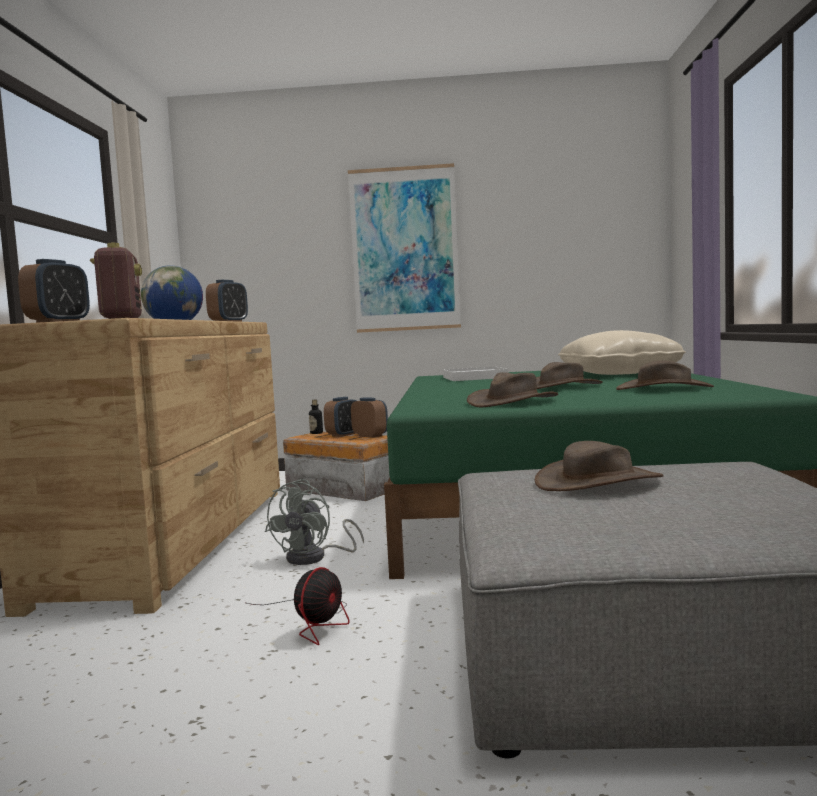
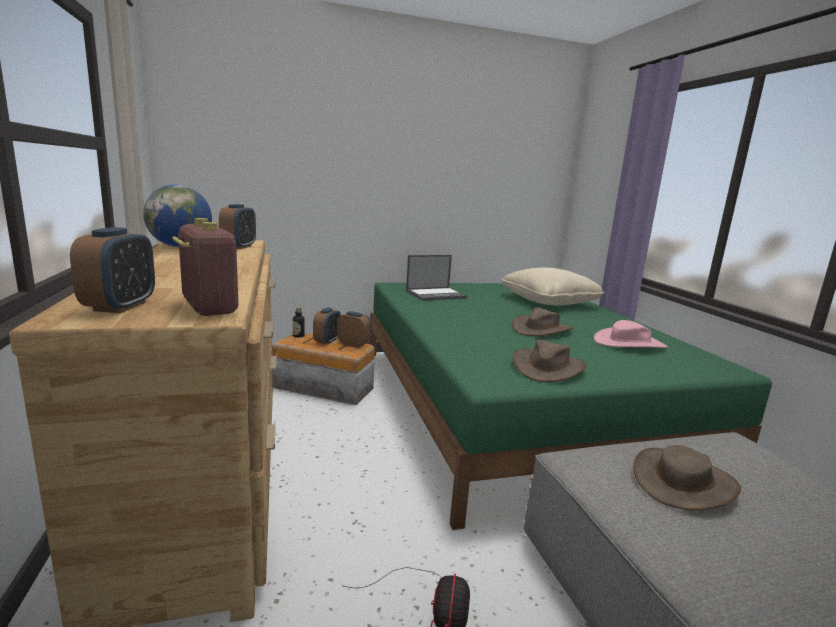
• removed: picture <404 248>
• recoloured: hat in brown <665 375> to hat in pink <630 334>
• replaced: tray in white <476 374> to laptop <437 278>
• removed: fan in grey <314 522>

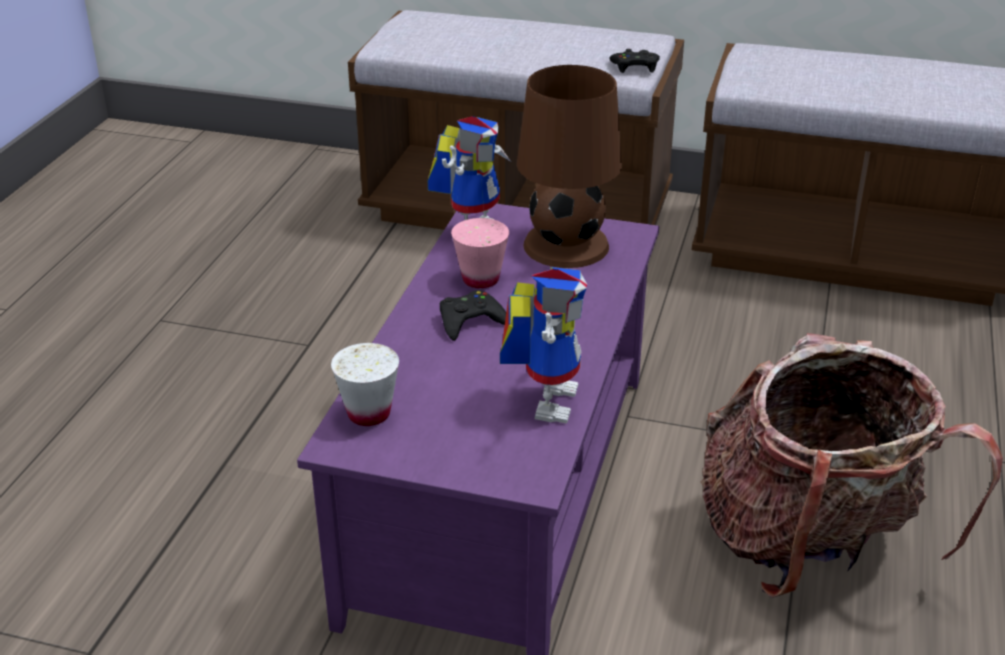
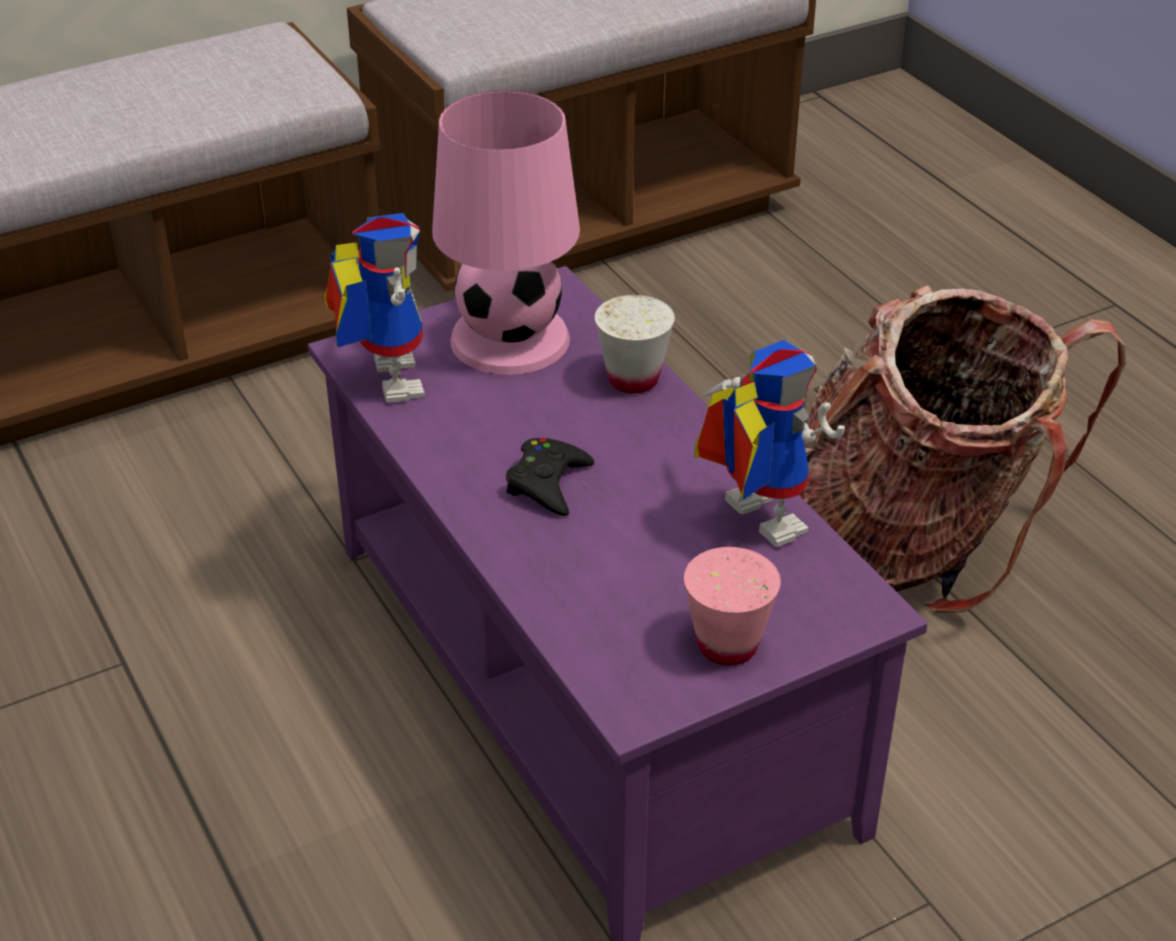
• removed: game controller in black <634 61>
• recoloured: table lamp in brown <569 166> to table lamp in pink <506 232>
• moved: cup in pink <480 253> to <732 606>
• moved: cup in white <365 384> to <635 344>

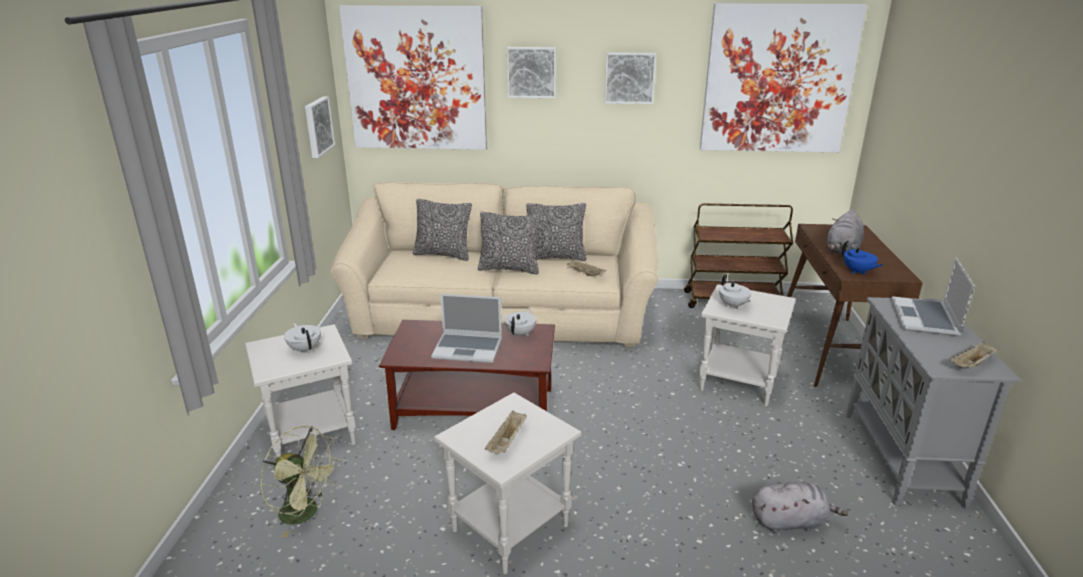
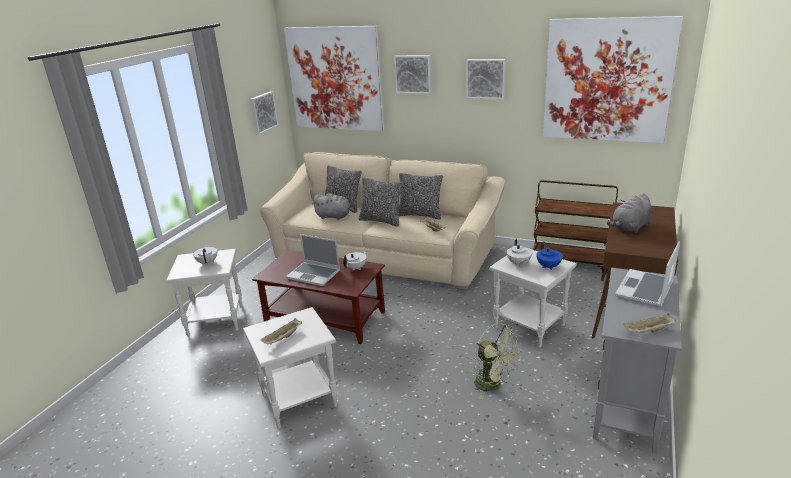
• moved: teapot in blue <862 258> to <549 255>
• moved: fan in green <300 482> to <498 361>
• moved: plush toy in grey <800 507> to <333 206>

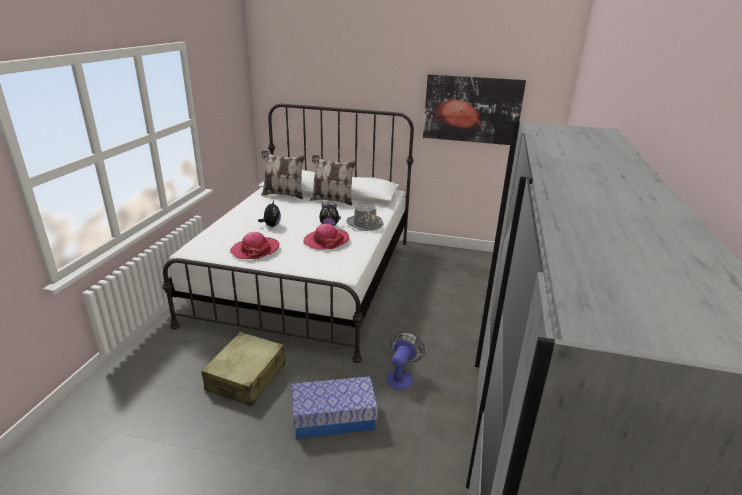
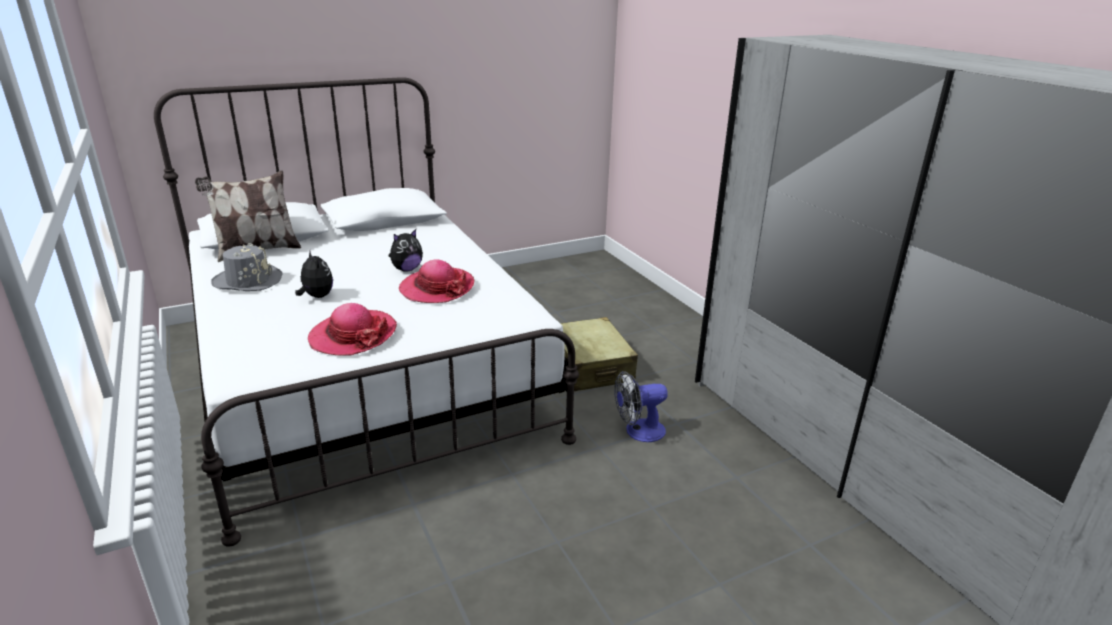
• removed: picture <474 109>
• removed: pillow <333 180>
• moved: hat in grey <365 217> to <247 267>
• turned: fan <406 360> = <641 406> 90 degrees counterclockwise
• moved: suitcase in beige <243 369> to <599 354>
• removed: storage box <335 407>

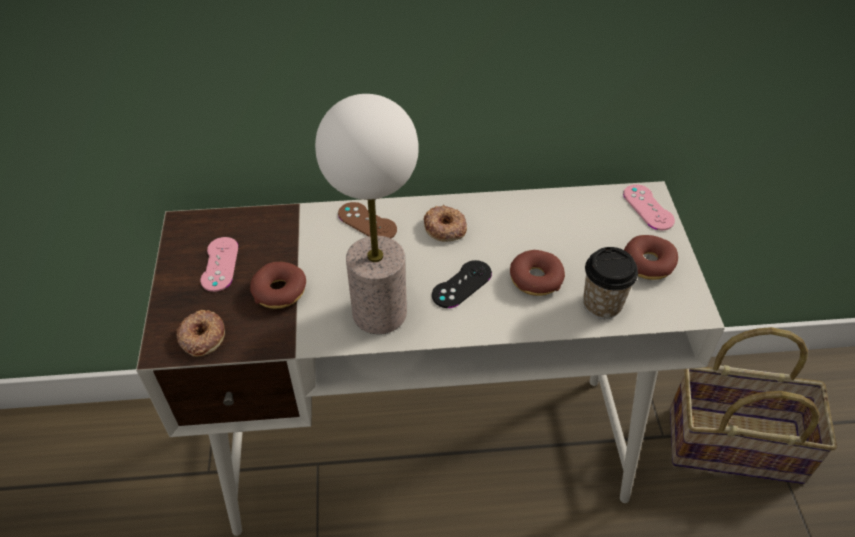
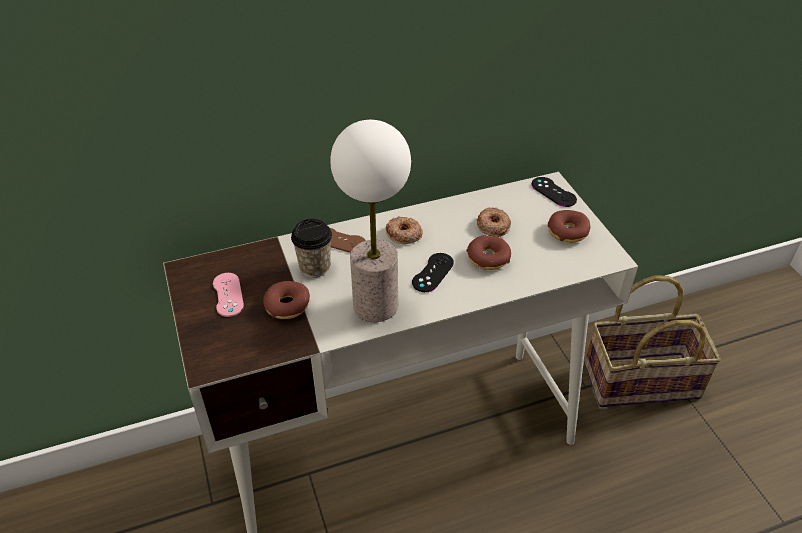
• recoloured: game controller in pink <649 207> to game controller in black <554 192>
• moved: cup <610 283> to <311 248>
• moved: donut <201 333> to <494 222>

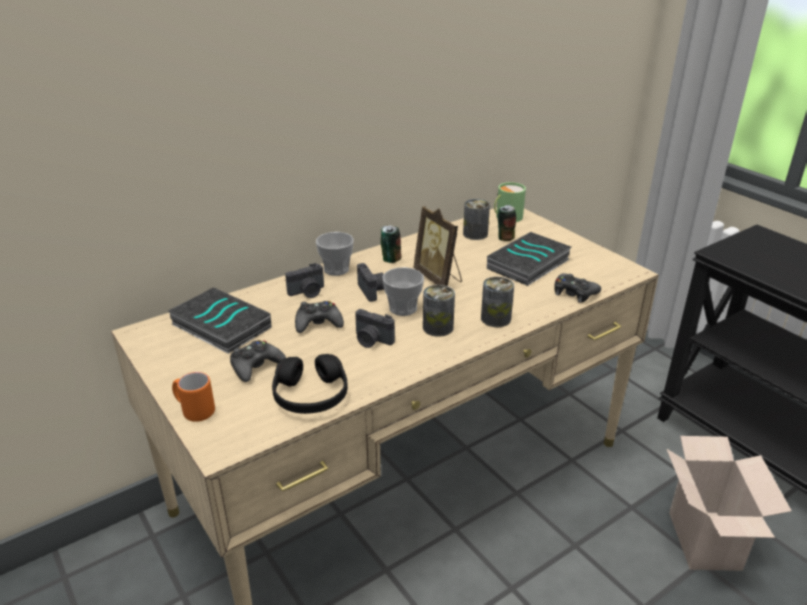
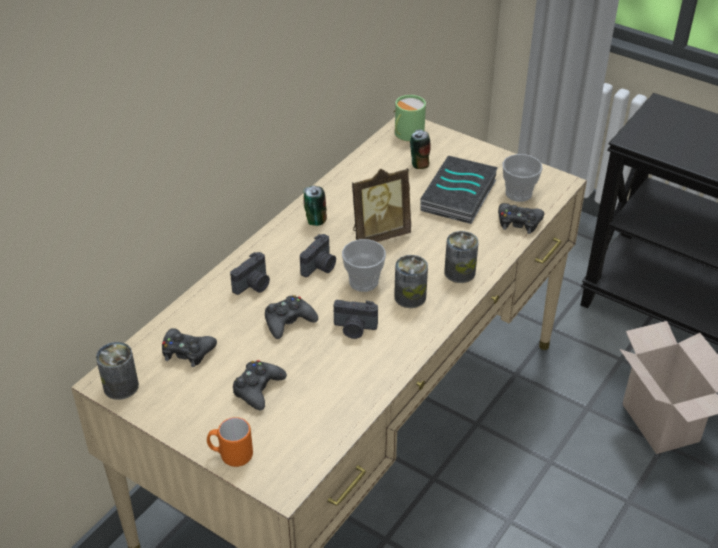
• moved: can <476 219> to <117 371>
• turned: picture frame <437 246> = <381 205> 60 degrees counterclockwise
• moved: cup <335 254> to <522 178>
• turned: photo camera <370 282> = <318 255> 75 degrees clockwise
• replaced: book <220 321> to game controller in black <189 347>
• removed: headphones in black <310 384>

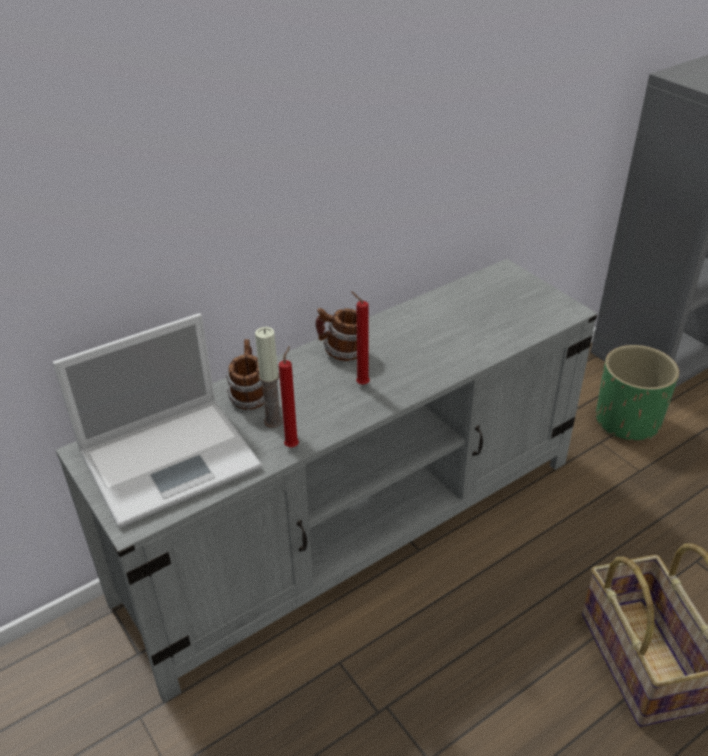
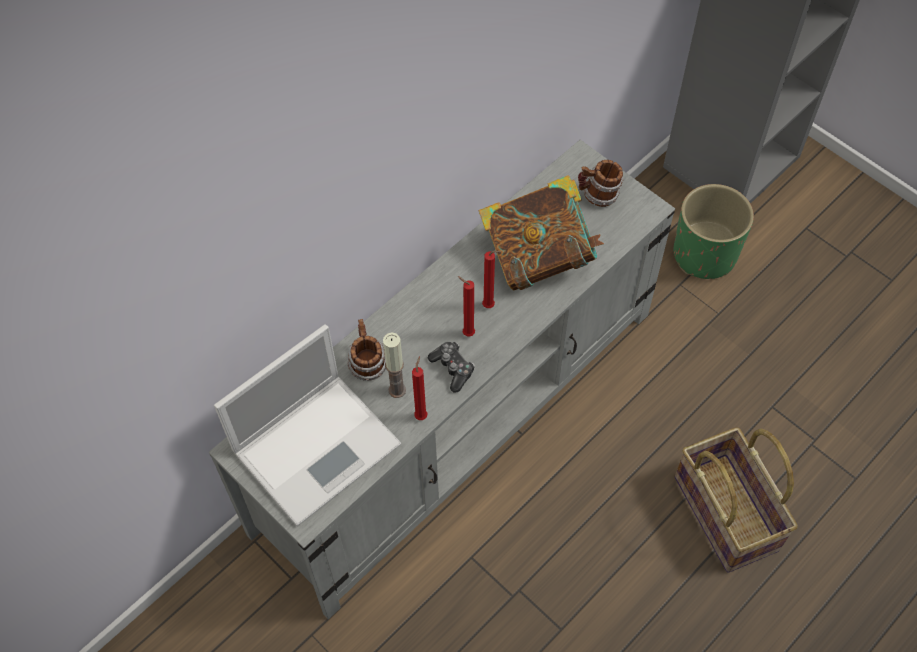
• moved: mug <336 334> to <601 183>
• added: book <541 233>
• added: candle in red <491 279>
• added: game controller <451 367>

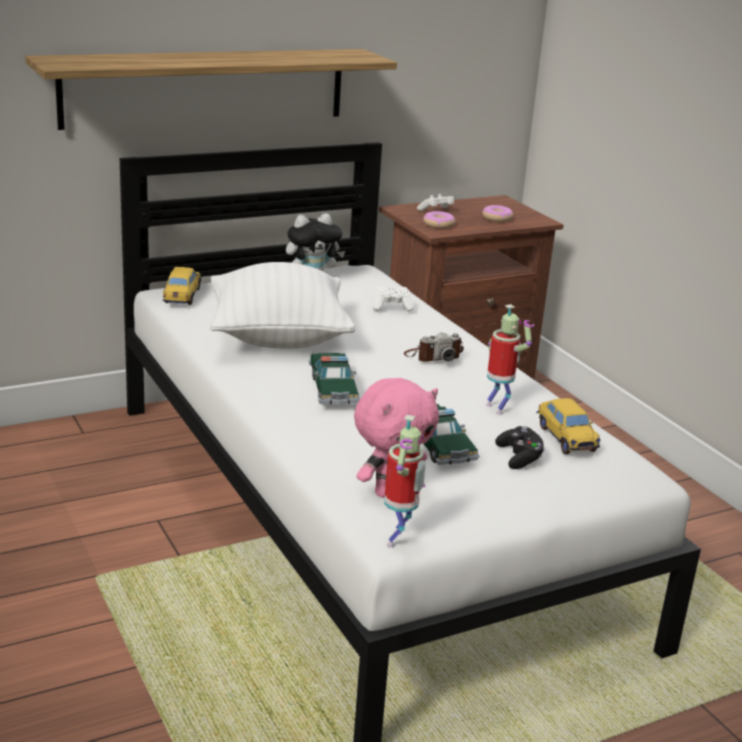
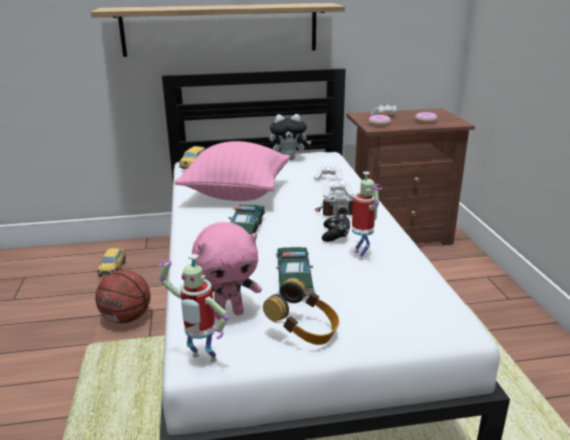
• recoloured: pillow in white <282 305> to pillow in pink <232 171>
• moved: toy car <568 426> to <111 262>
• turned: toy robot <405 481> = <194 308> 75 degrees clockwise
• moved: game controller in black <520 447> to <336 228>
• added: game controller in white <338 188>
• added: basketball <123 296>
• added: headphones <301 311>

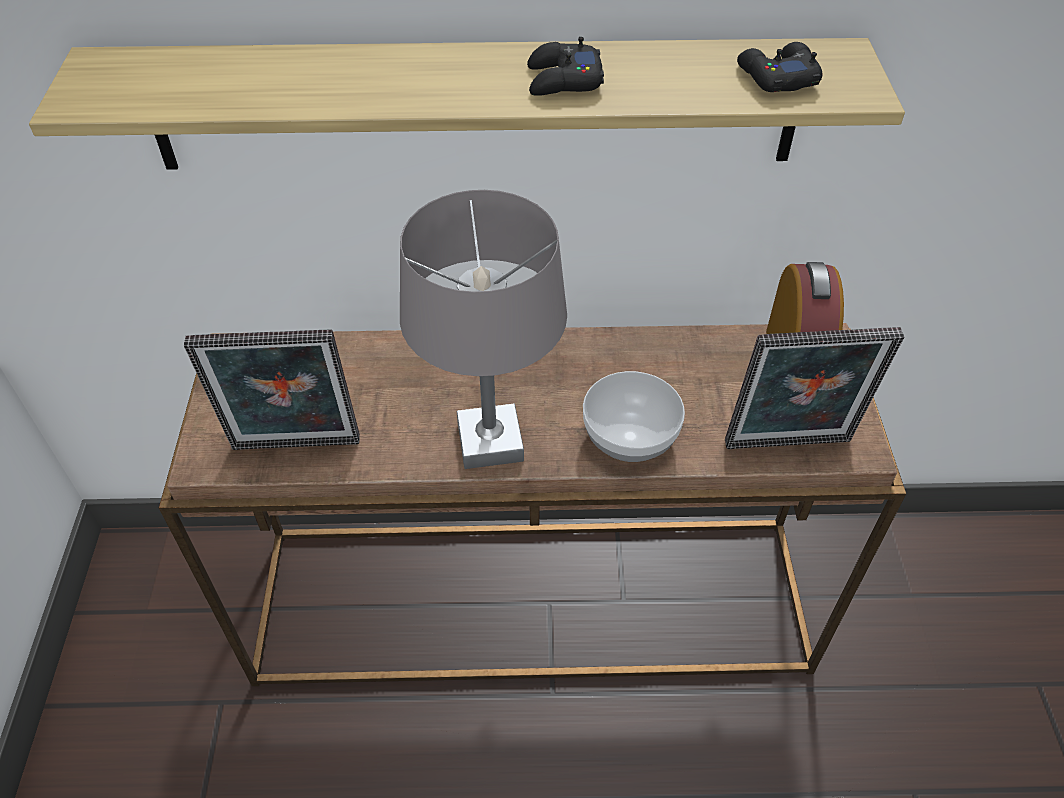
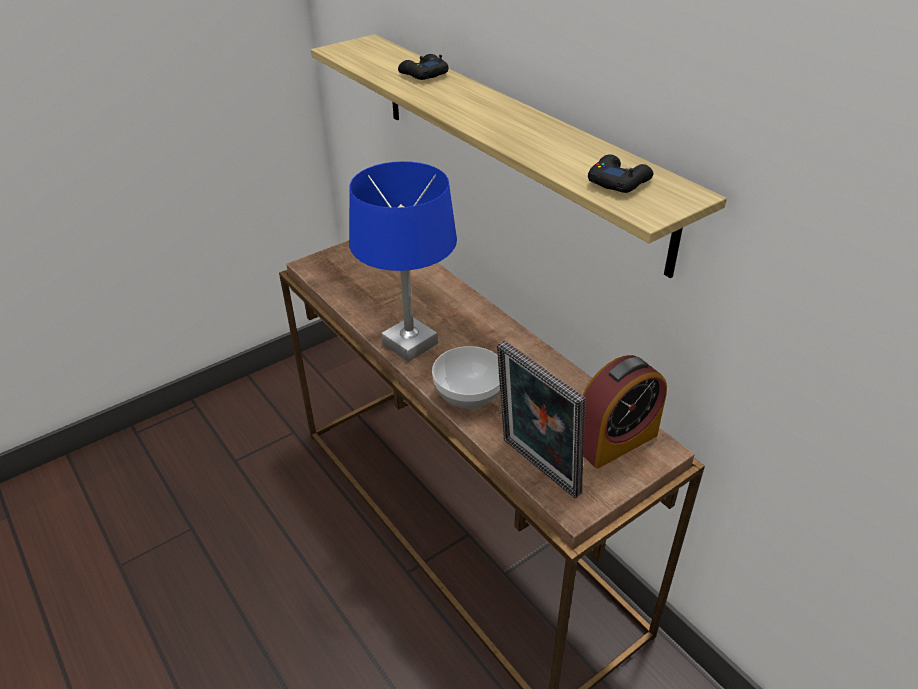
• moved: game controller in black <565 66> to <423 67>
• recoloured: table lamp in grey <483 329> to table lamp in blue <403 261>
• removed: picture frame <272 390>

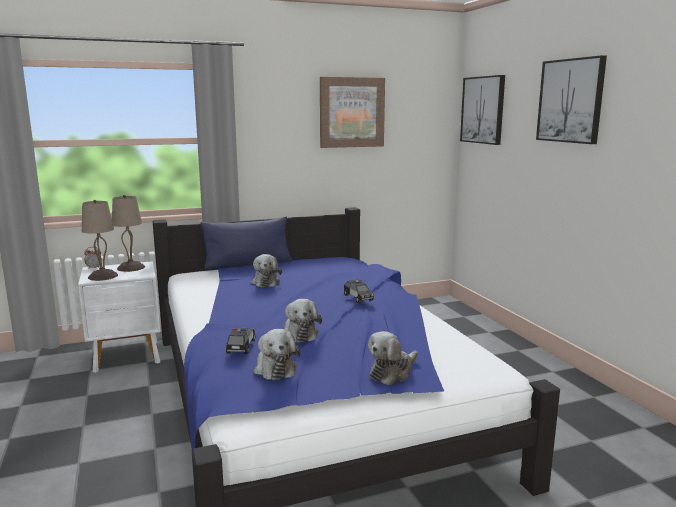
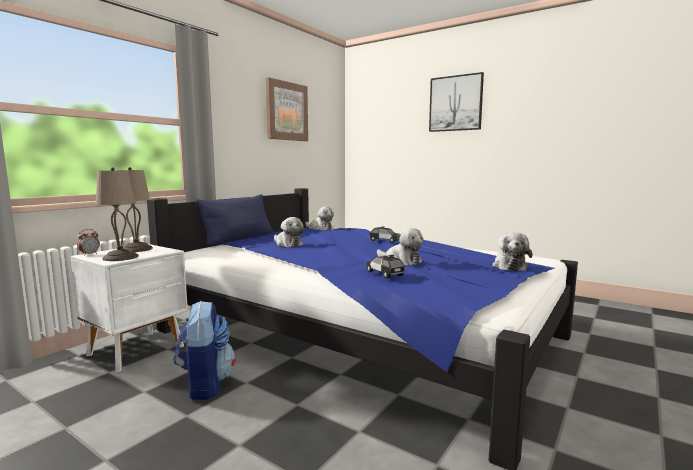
• removed: picture <482 110>
• moved: plush toy <277 354> to <319 218>
• added: backpack <205 350>

